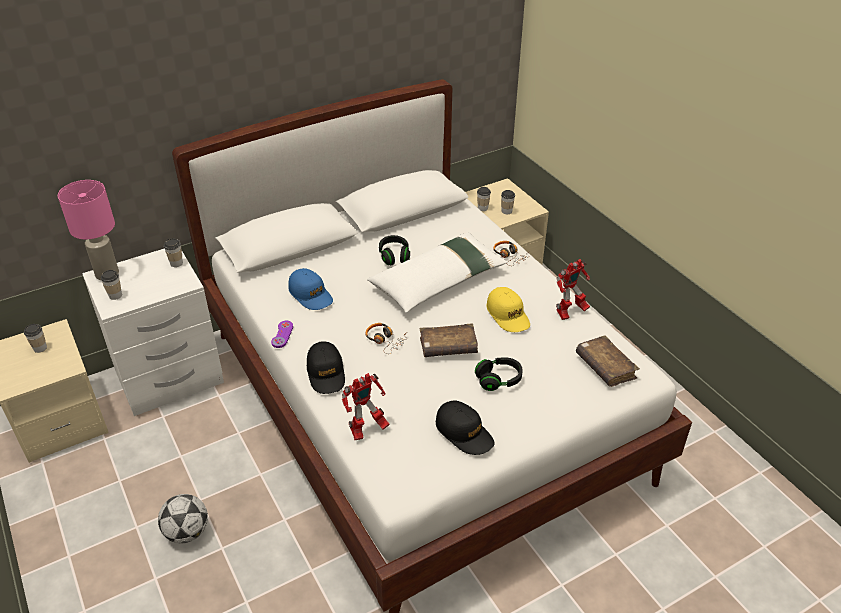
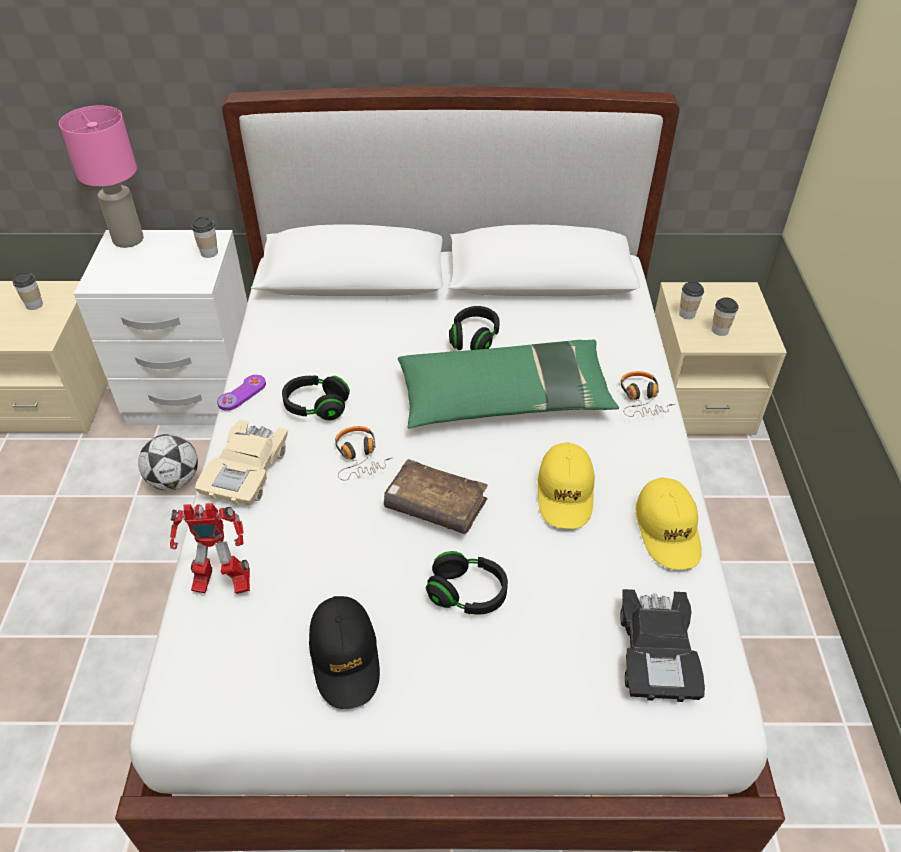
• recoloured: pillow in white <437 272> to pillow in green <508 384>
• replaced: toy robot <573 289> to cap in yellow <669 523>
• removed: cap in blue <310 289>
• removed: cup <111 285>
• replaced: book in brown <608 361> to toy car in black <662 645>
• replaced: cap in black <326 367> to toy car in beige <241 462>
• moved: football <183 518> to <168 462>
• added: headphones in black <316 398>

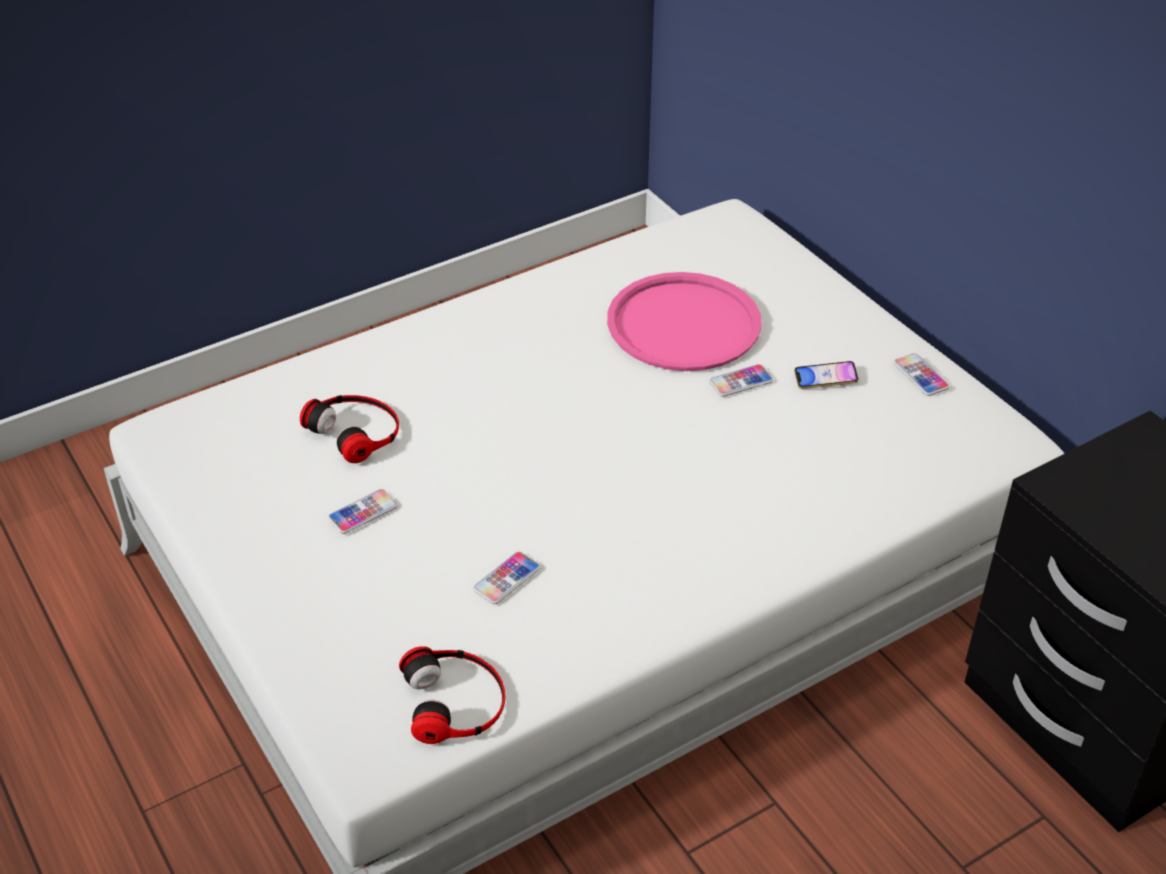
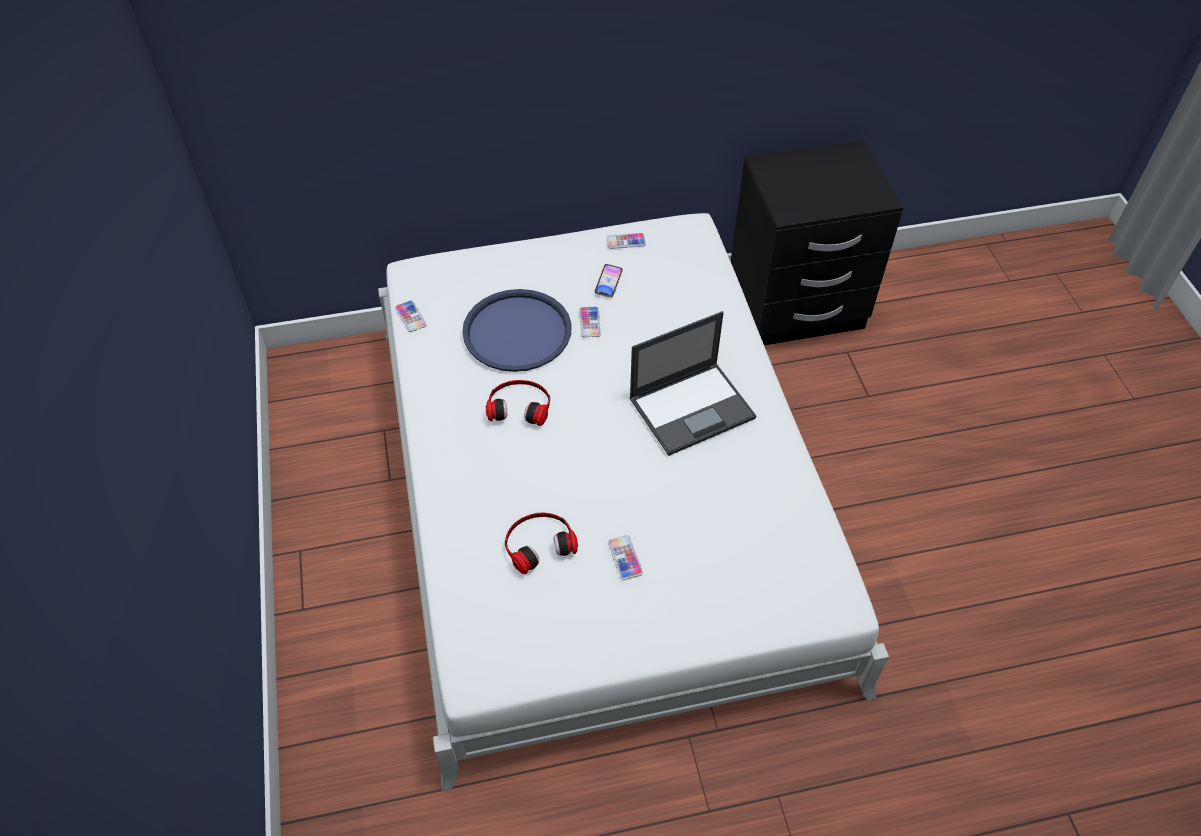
• recoloured: tray in pink <684 321> to tray in blue <517 330>
• moved: phone <507 577> to <411 316>
• moved: headphones <452 695> to <518 403>
• added: laptop <692 383>

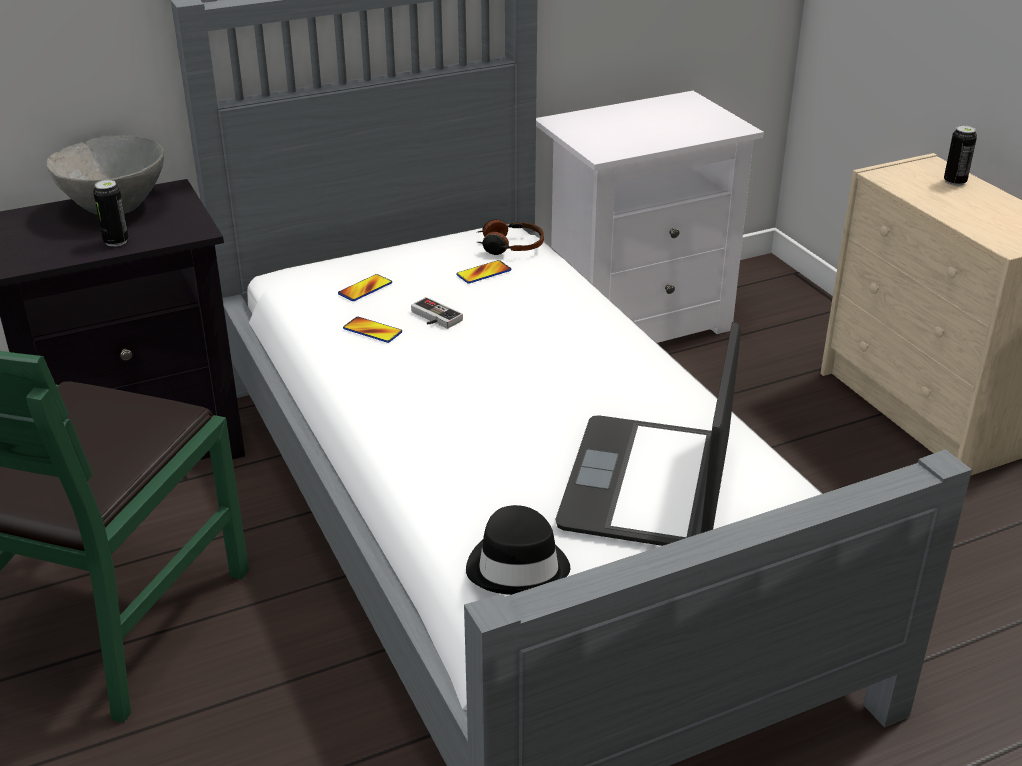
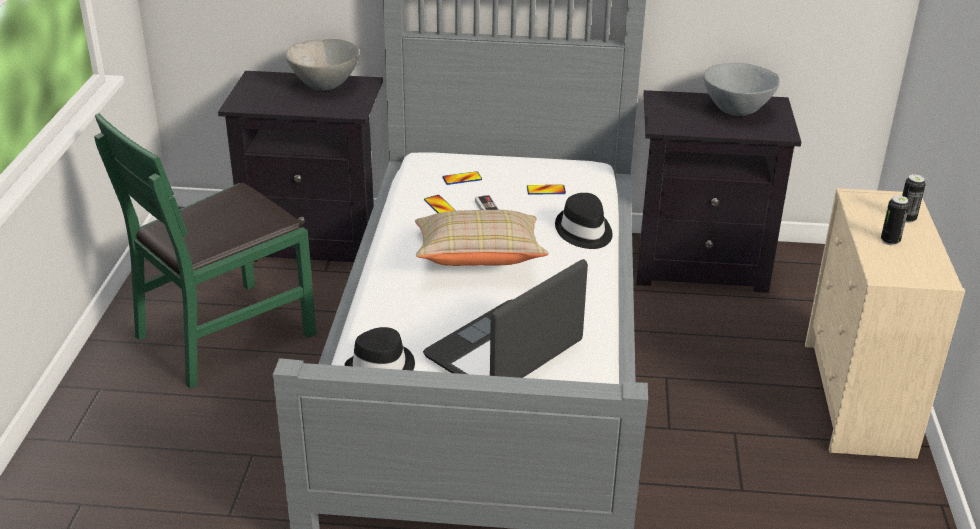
• recoloured: nightstand in white <650 217> to nightstand in black <718 191>
• moved: can <111 213> to <895 220>
• removed: headphones <511 237>
• added: bowl in grey <742 89>
• added: hat in black <584 221>
• added: pillow in beige <482 238>

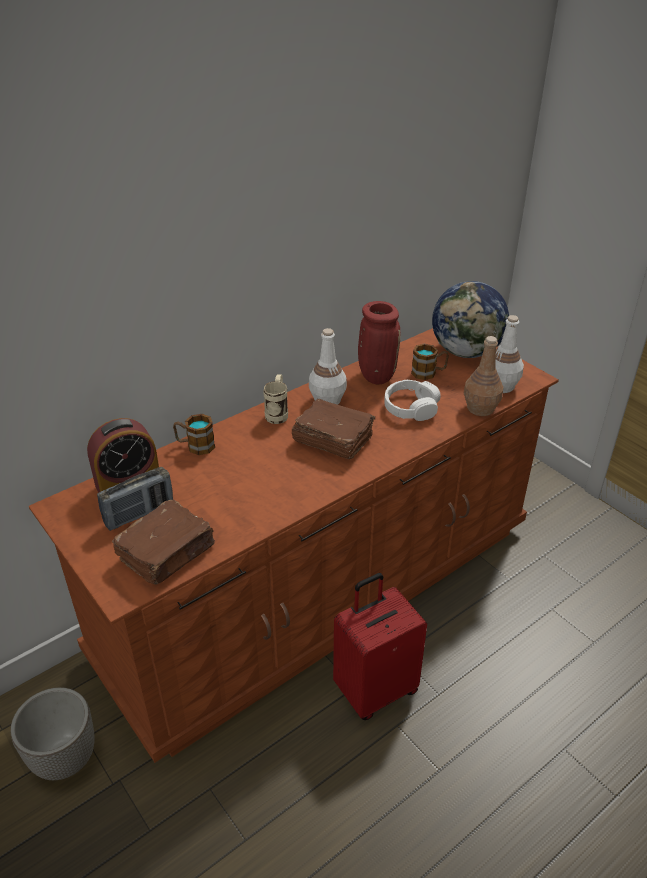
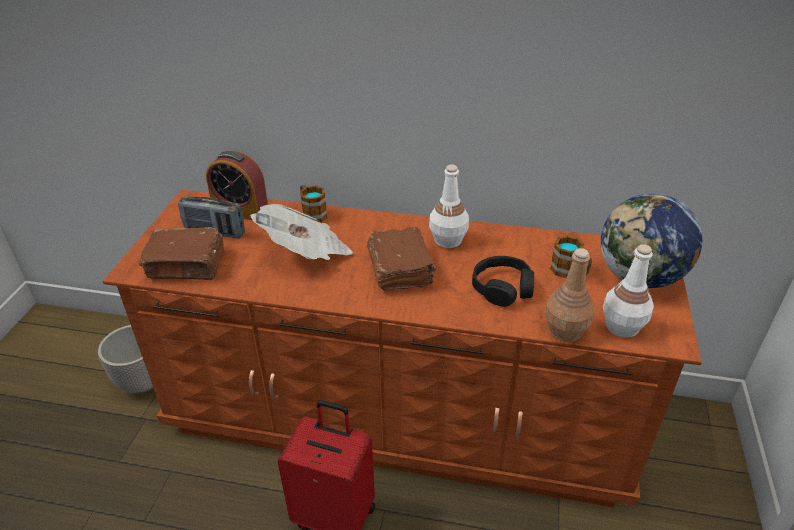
• removed: vase in red <379 342>
• removed: mug in beige <275 399>
• recoloured: headphones in white <412 400> to headphones in black <503 281>
• added: newspaper <301 232>

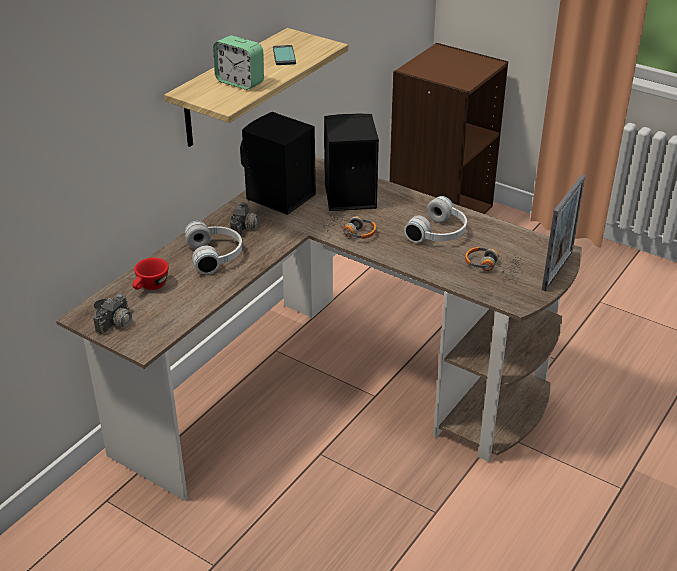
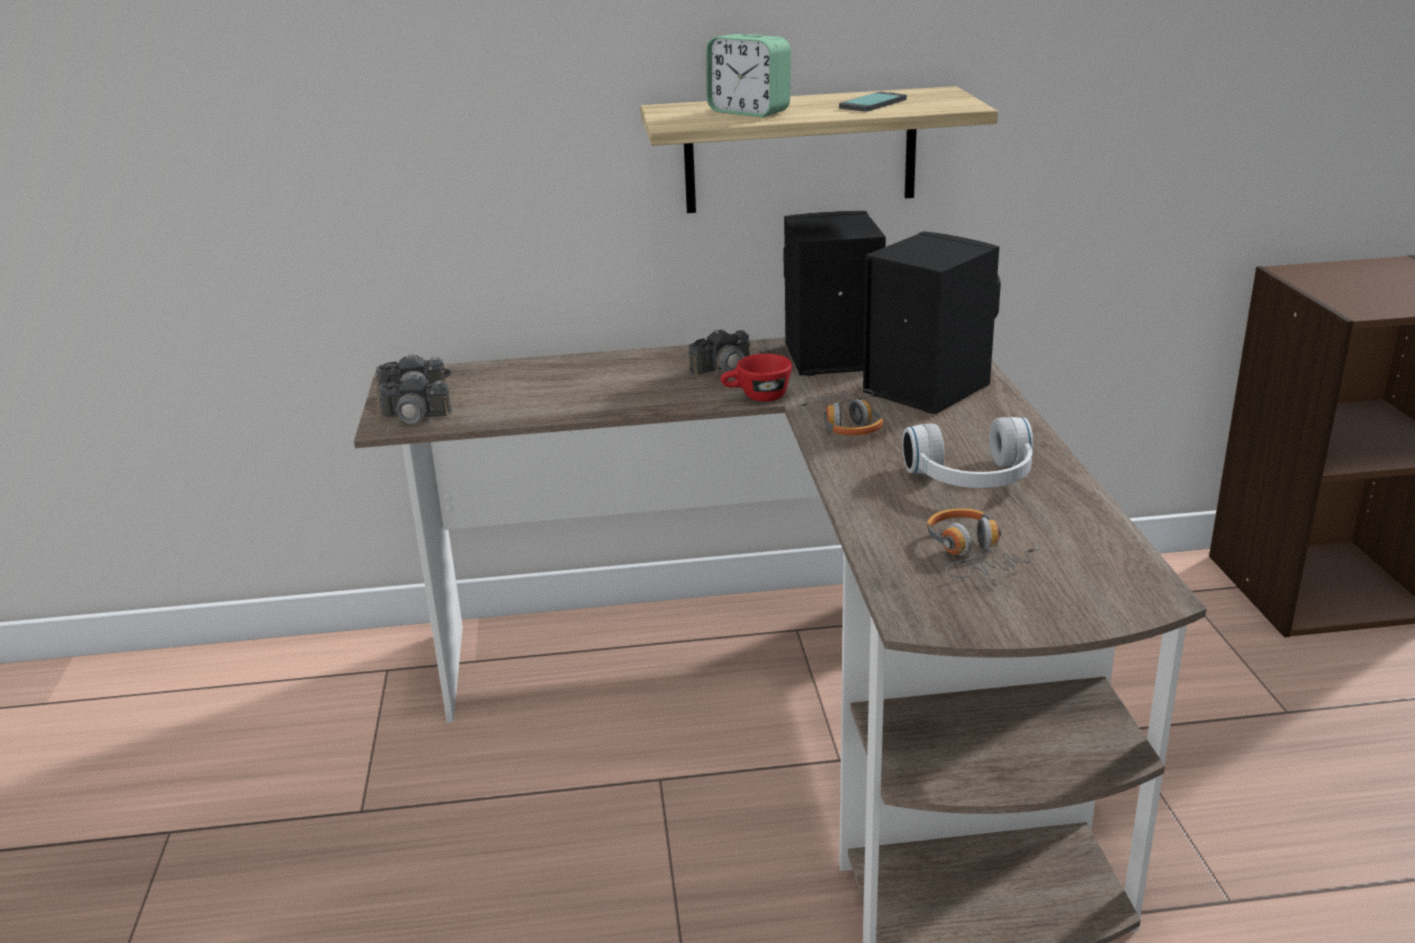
• turned: alarm clock <238 62> = <748 75> 45 degrees counterclockwise
• removed: picture frame <564 232>
• removed: headphones in white <213 247>
• moved: cup in red <150 274> to <756 378>
• added: photo camera <418 400>

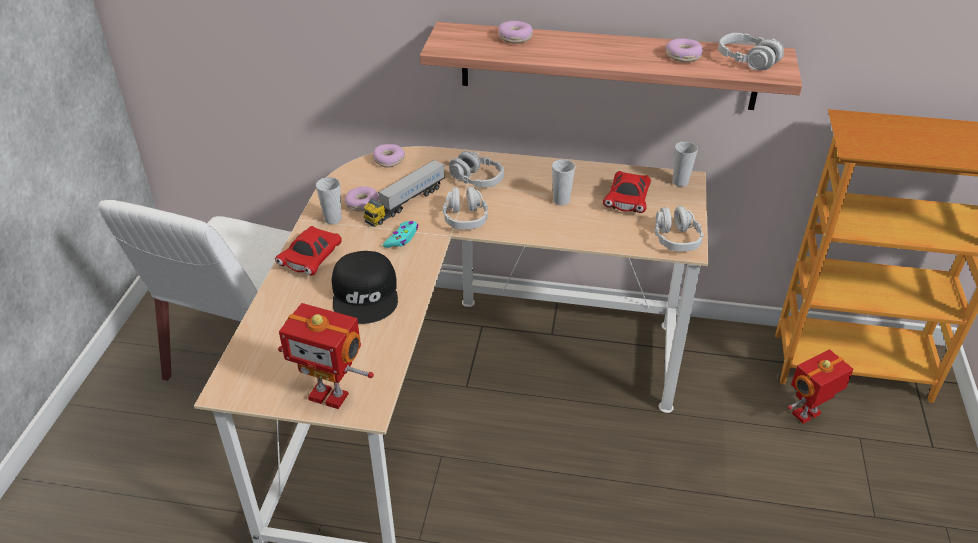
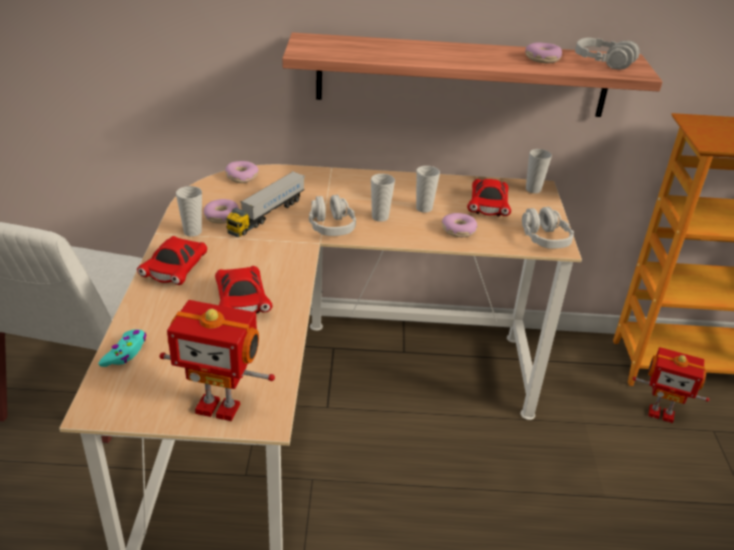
• moved: donut <515 32> to <460 225>
• removed: headphones in grey <476 169>
• moved: game controller in turquoise <400 234> to <122 348>
• replaced: cap in black <365 287> to toy car in red <243 289>
• turned: toy robot <820 387> = <671 385> 120 degrees counterclockwise
• added: cup <383 198>

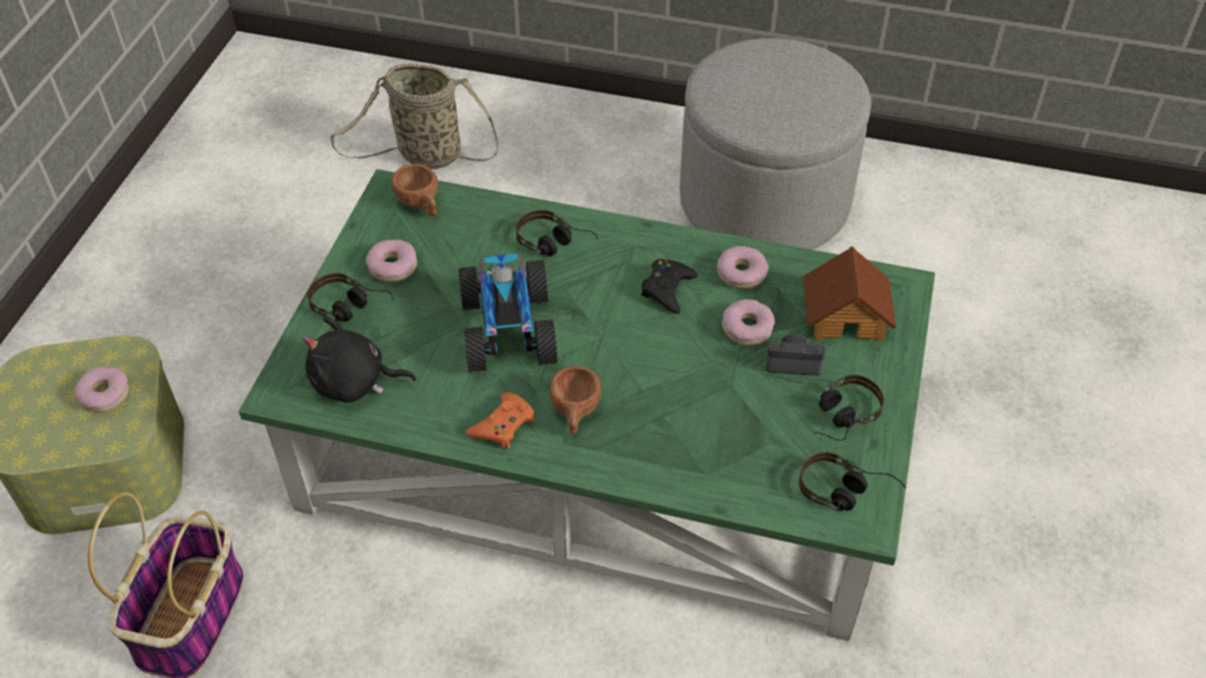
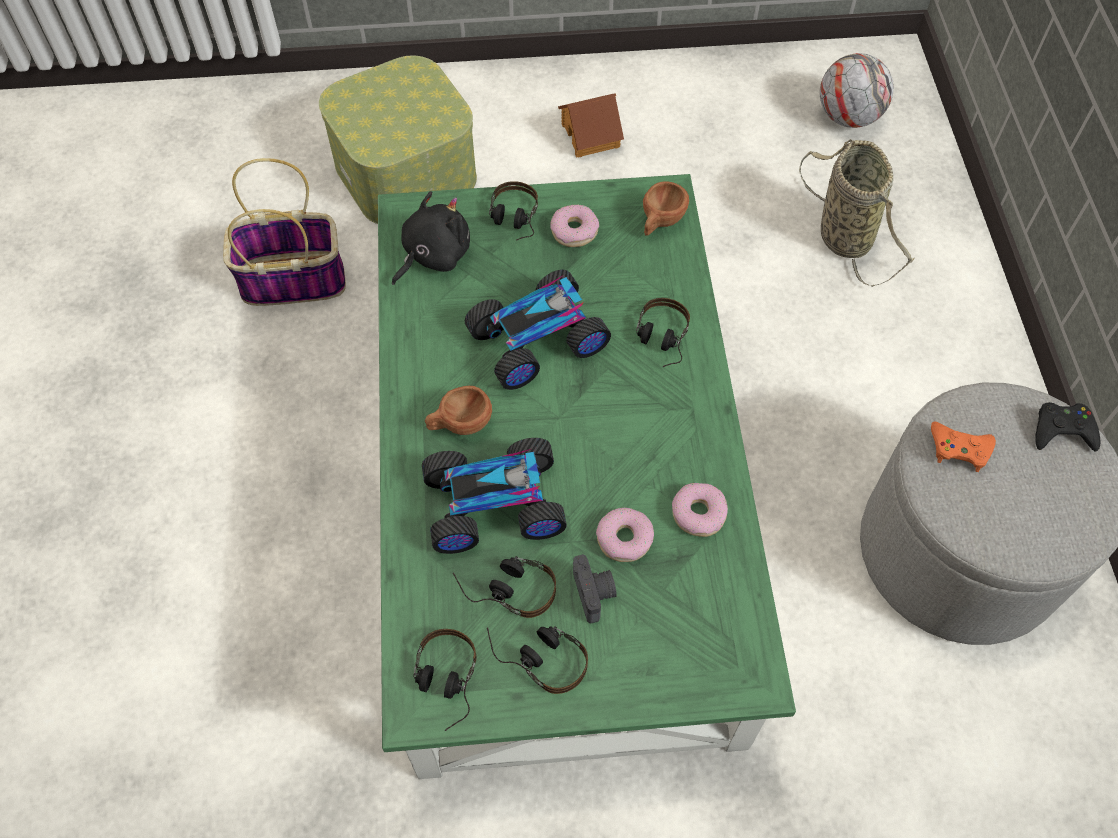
• moved: toy house <849 294> to <591 125>
• moved: game controller in black <669 286> to <1068 427>
• turned: plush toy in black <359 360> = <431 238> 60 degrees clockwise
• removed: donut <102 389>
• moved: game controller in orange <499 420> to <963 446>
• added: football <857 90>
• added: toy car <494 496>
• added: headphones <504 587>

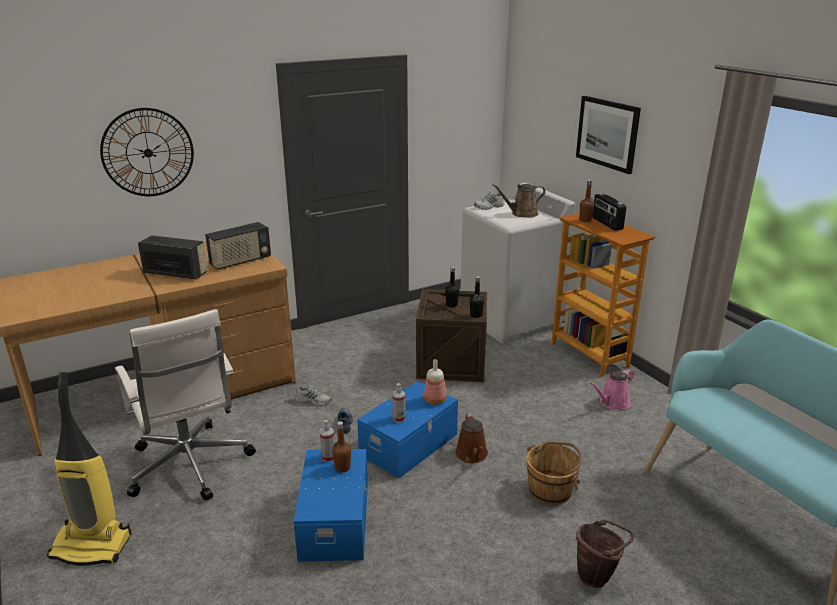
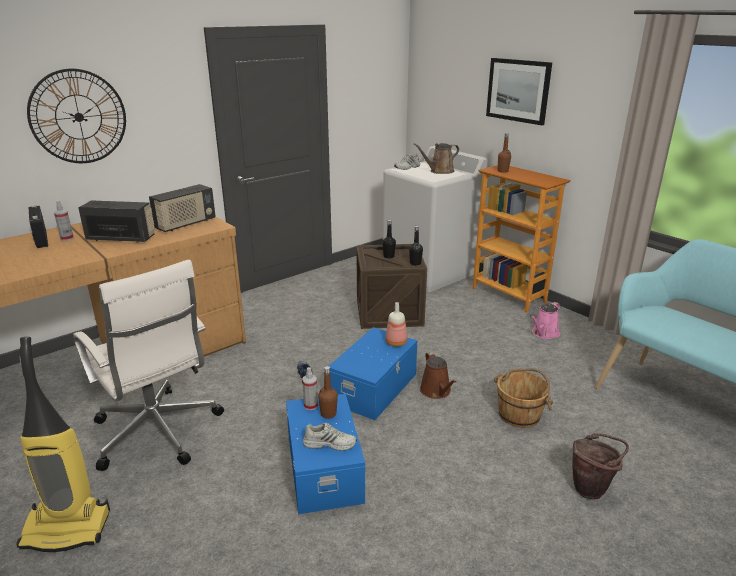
• moved: radio <609 212> to <38 227>
• moved: spray bottle <398 403> to <64 221>
• moved: shoe in white <313 395> to <330 437>

